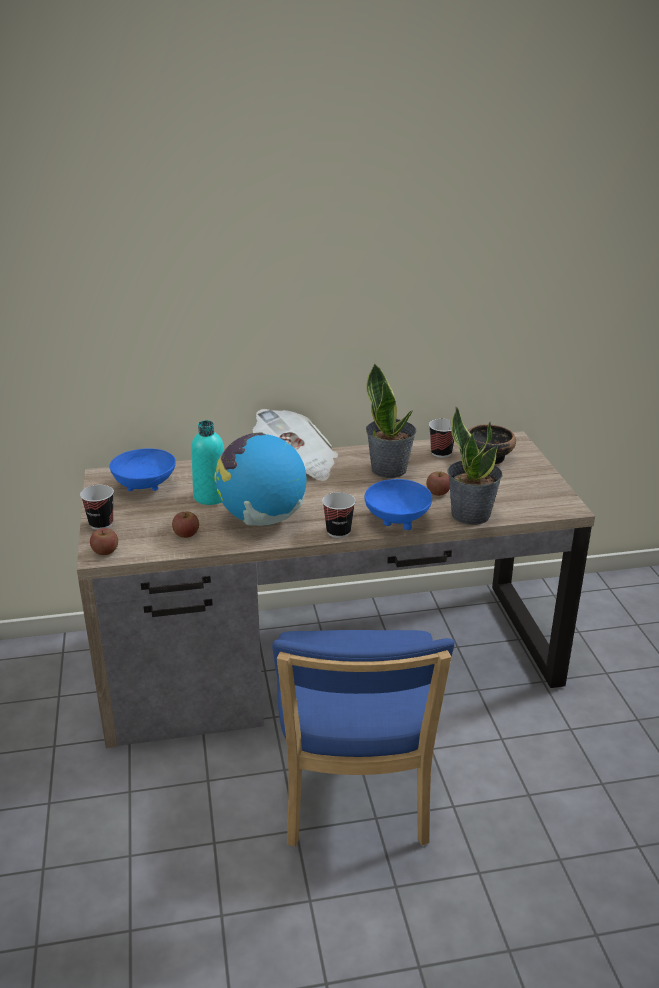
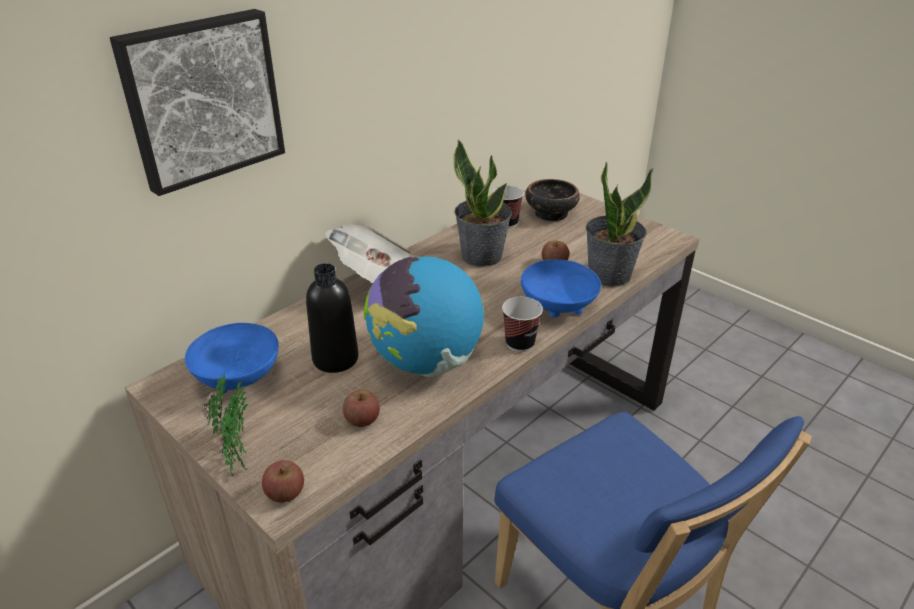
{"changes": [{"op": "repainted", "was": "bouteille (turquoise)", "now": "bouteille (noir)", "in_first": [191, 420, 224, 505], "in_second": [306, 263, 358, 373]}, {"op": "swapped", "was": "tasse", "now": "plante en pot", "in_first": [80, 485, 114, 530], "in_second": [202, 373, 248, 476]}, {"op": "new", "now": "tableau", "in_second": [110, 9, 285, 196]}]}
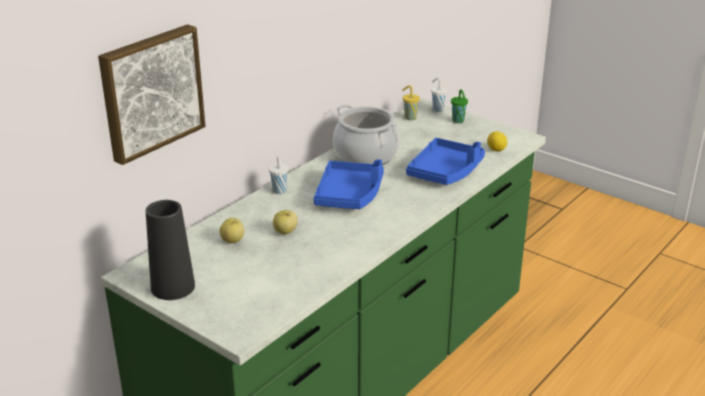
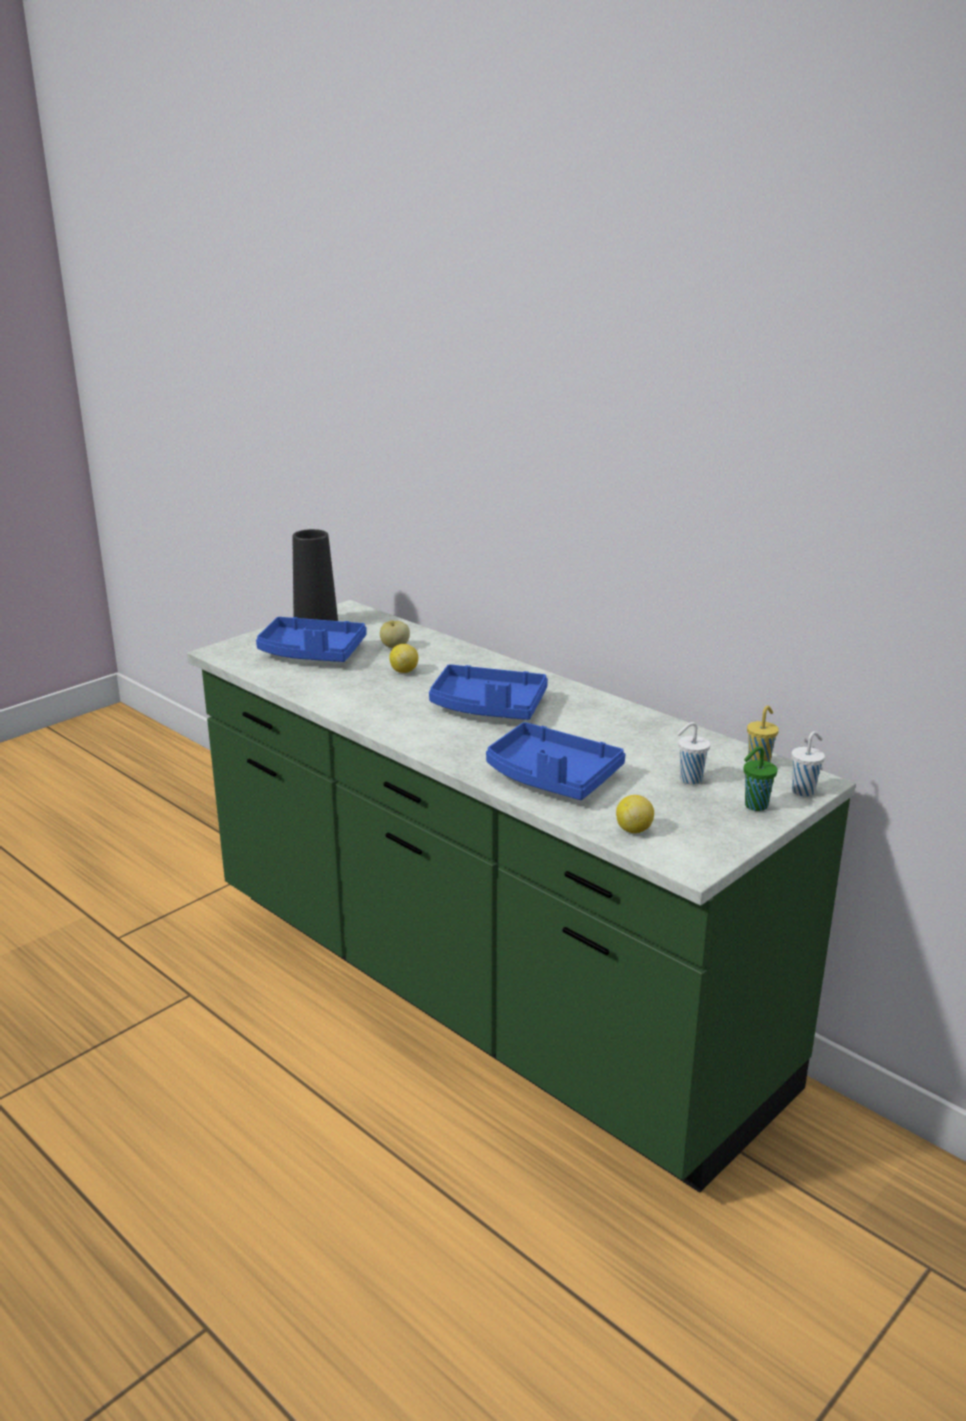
{"changes": [{"op": "gone", "was": "tableau", "in_first": [98, 24, 206, 165]}, {"op": "gone", "was": "marmite", "in_first": [333, 105, 400, 165]}, {"op": "shifted", "was": "tasse (blanc)", "in_first": [269, 156, 288, 194], "in_second": [677, 722, 710, 784]}, {"op": "swapped", "was": "pomme", "now": "citron", "in_first": [273, 210, 298, 234], "in_second": [389, 644, 418, 673]}, {"op": "new", "now": "plateau (bleu)", "in_second": [256, 617, 367, 662]}]}
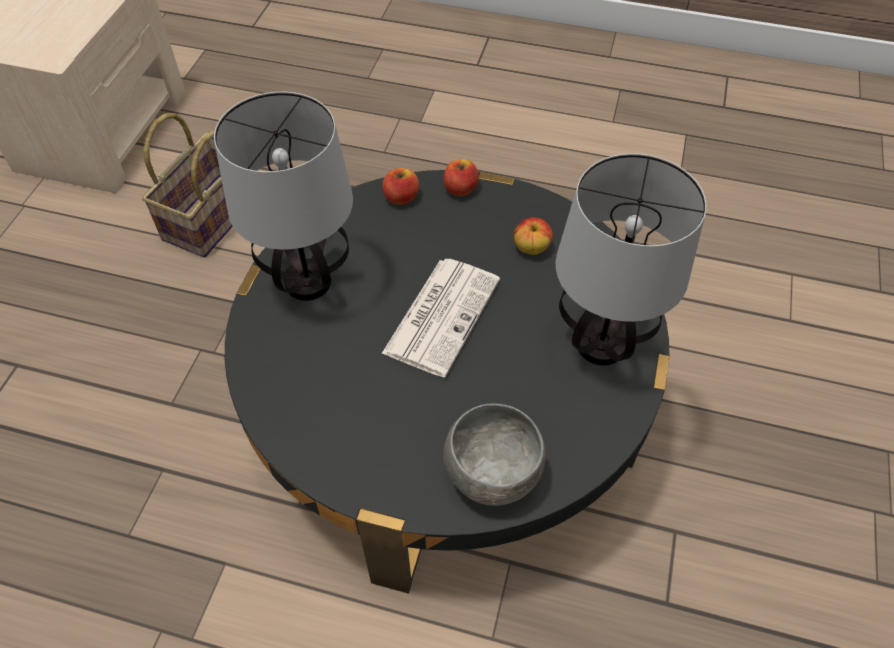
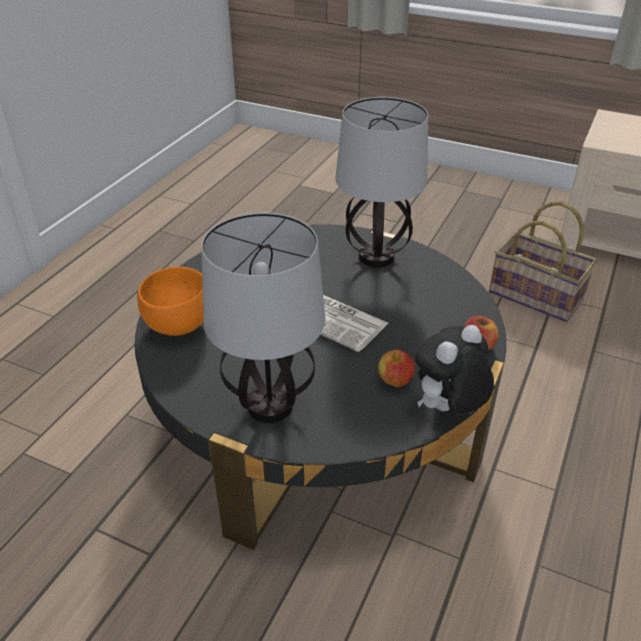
{"changes": [{"op": "gone", "was": "pomme", "in_first": [382, 168, 419, 205]}, {"op": "repainted", "was": "bol (gris)", "now": "bol (orange)", "in_first": [443, 403, 546, 506], "in_second": [137, 267, 204, 336]}, {"op": "new", "now": "peluche", "in_second": [415, 325, 494, 415]}]}
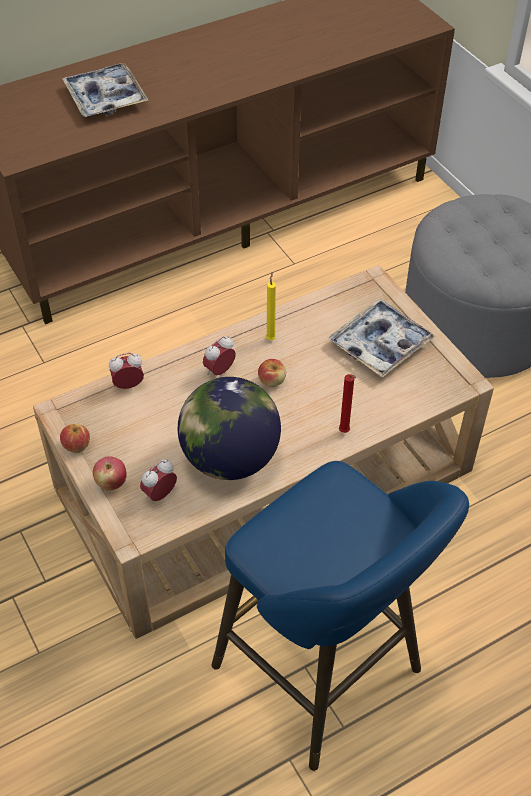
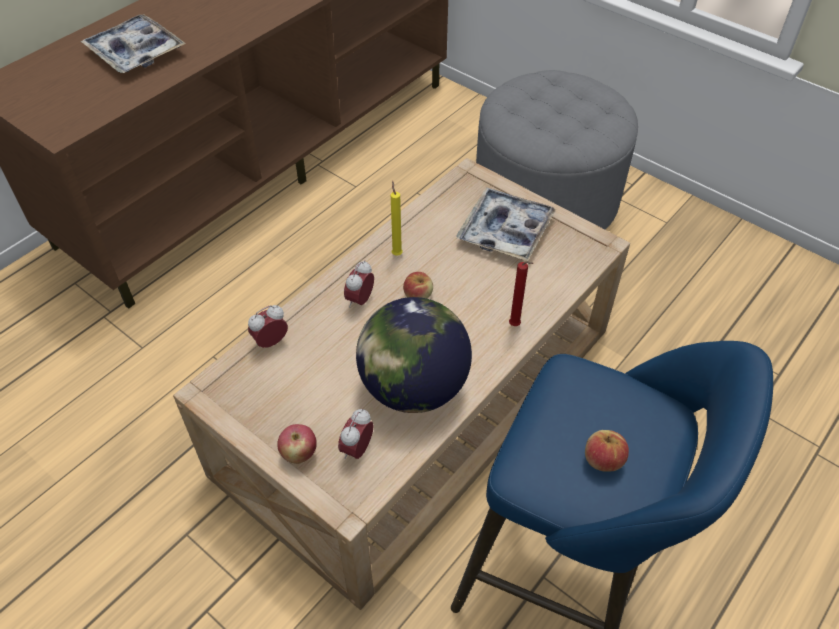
{"changes": [{"op": "shifted", "was": "pomme", "in_first": [60, 423, 90, 453], "in_second": [585, 430, 629, 472]}]}
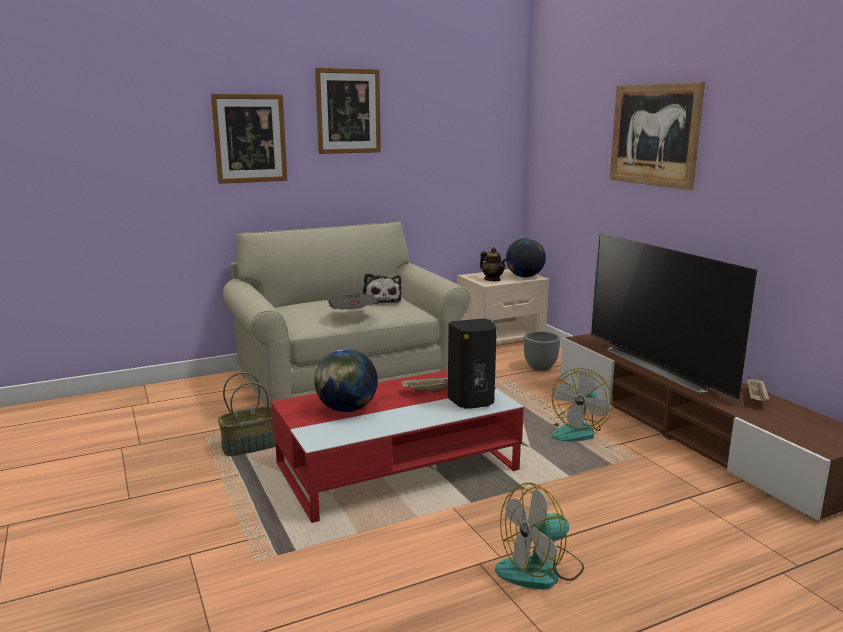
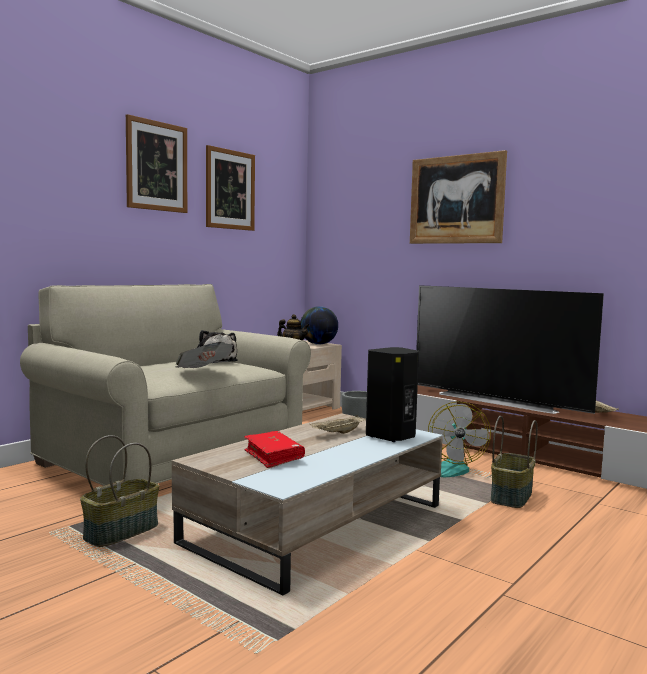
{"changes": [{"op": "shifted", "was": "tableau", "in_first": [211, 94, 287, 184], "in_second": [206, 145, 255, 231]}, {"op": "swapped", "was": "globe", "now": "livre (rouge)", "in_first": [314, 349, 378, 412], "in_second": [244, 431, 305, 468]}, {"op": "repainted", "was": "table basse (rouge)", "now": "table basse (beige)", "in_first": [271, 370, 524, 523], "in_second": [172, 414, 443, 595]}, {"op": "gone", "was": "ventilateur", "in_first": [495, 483, 584, 590]}, {"op": "new", "now": "panier", "in_second": [491, 416, 538, 508]}]}
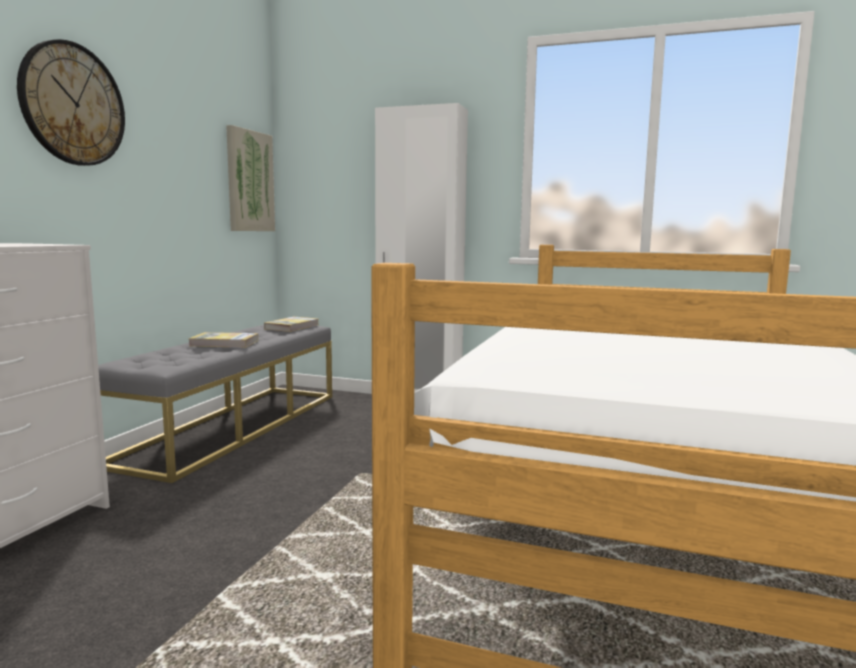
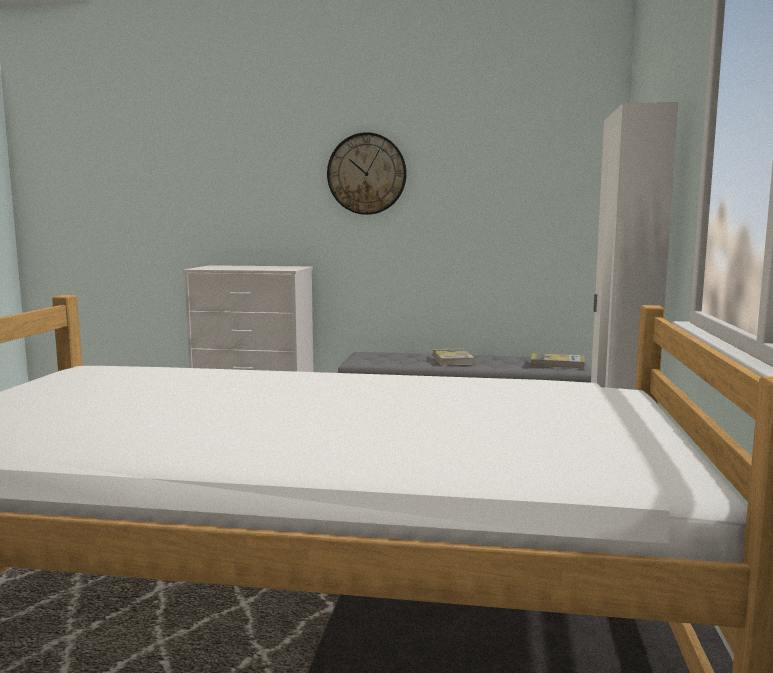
{"changes": [{"op": "gone", "was": "tableau", "in_first": [226, 125, 275, 231]}]}
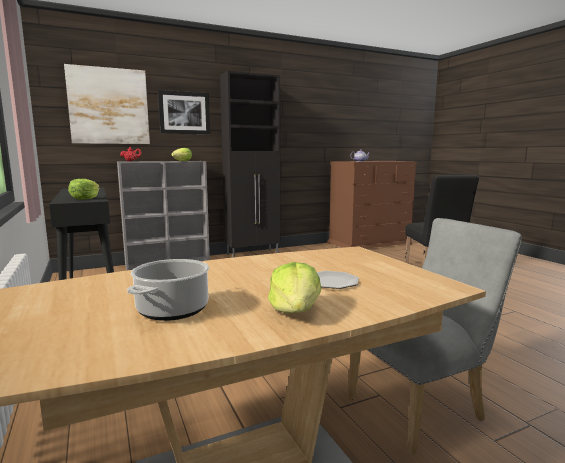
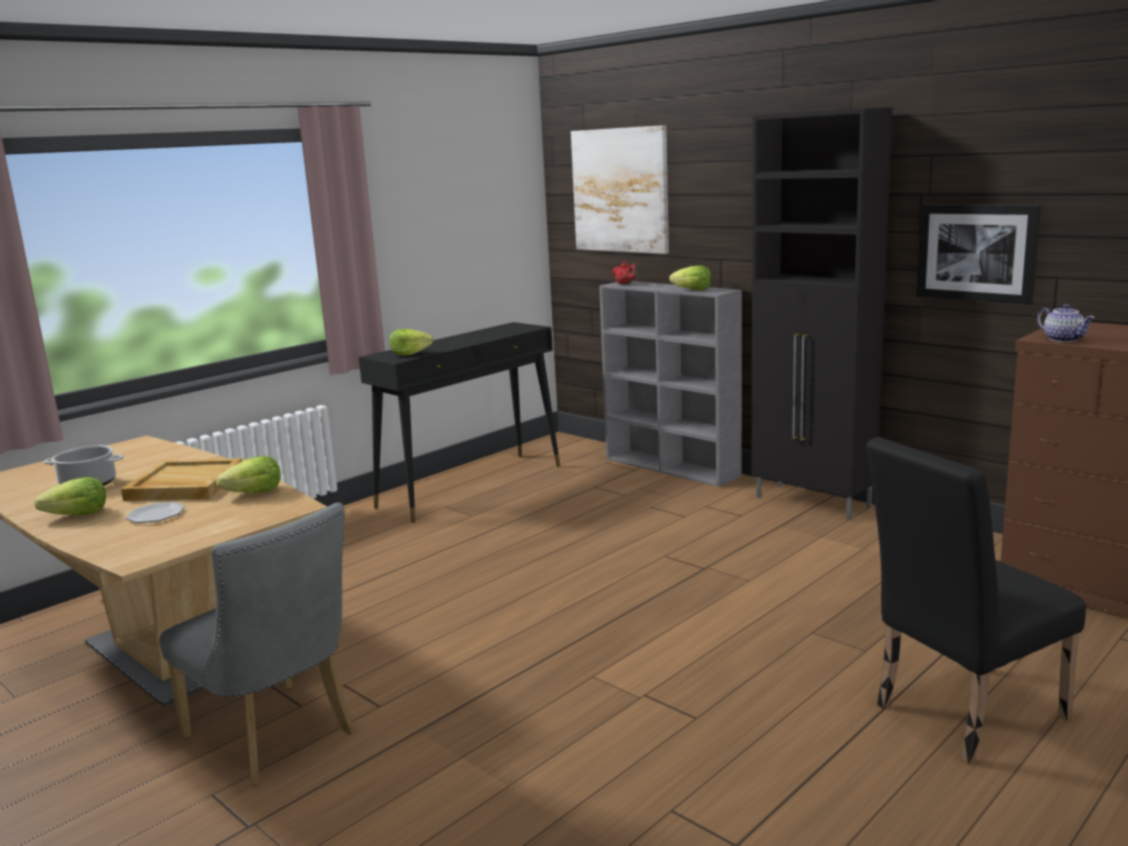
{"changes": [{"op": "shifted", "was": "tableau", "in_first": [158, 90, 210, 135], "in_second": [916, 204, 1041, 305]}, {"op": "new", "now": "laitue", "in_second": [216, 456, 281, 493]}, {"op": "new", "now": "plateau (beige)", "in_second": [121, 458, 243, 501]}]}
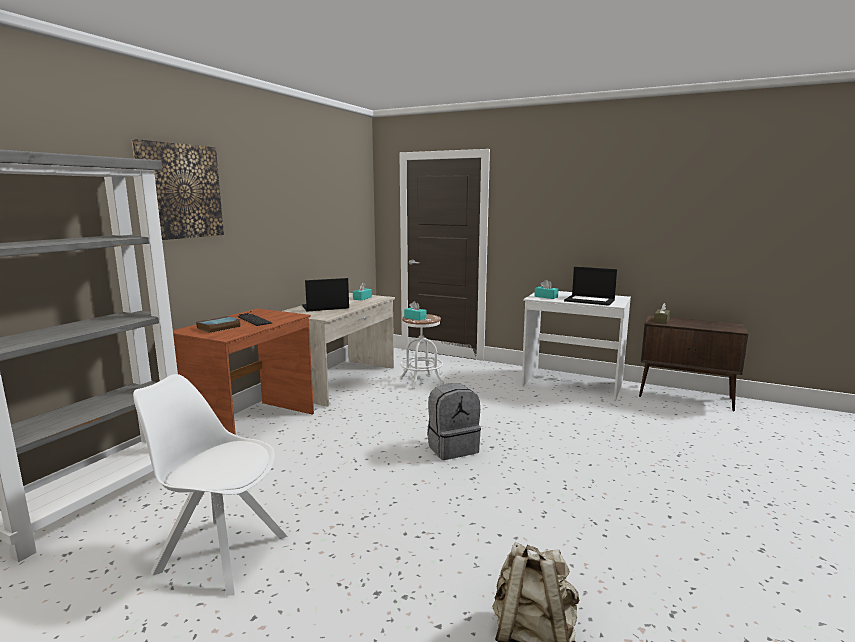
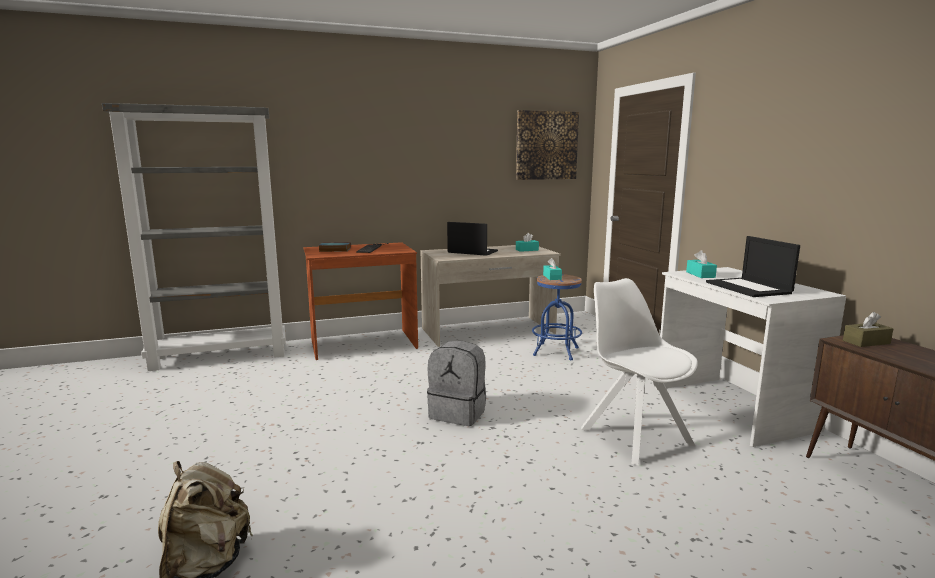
{"changes": [{"op": "shifted", "was": "tableau", "in_first": [132, 139, 224, 240], "in_second": [516, 110, 579, 180]}, {"op": "repainted", "was": "tabouret (blanc)", "now": "tabouret (bleu)", "in_first": [400, 314, 444, 389], "in_second": [532, 274, 582, 360]}, {"op": "shifted", "was": "chaise (blanc)", "in_first": [133, 374, 288, 596], "in_second": [581, 278, 698, 465]}]}
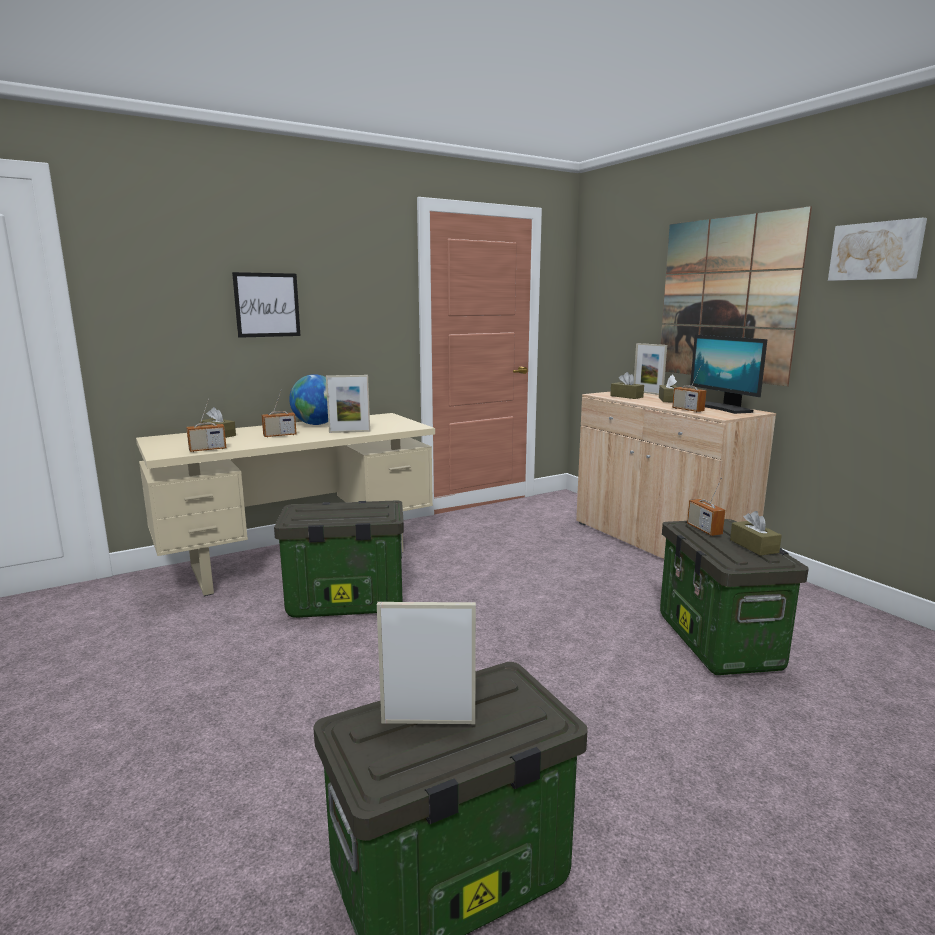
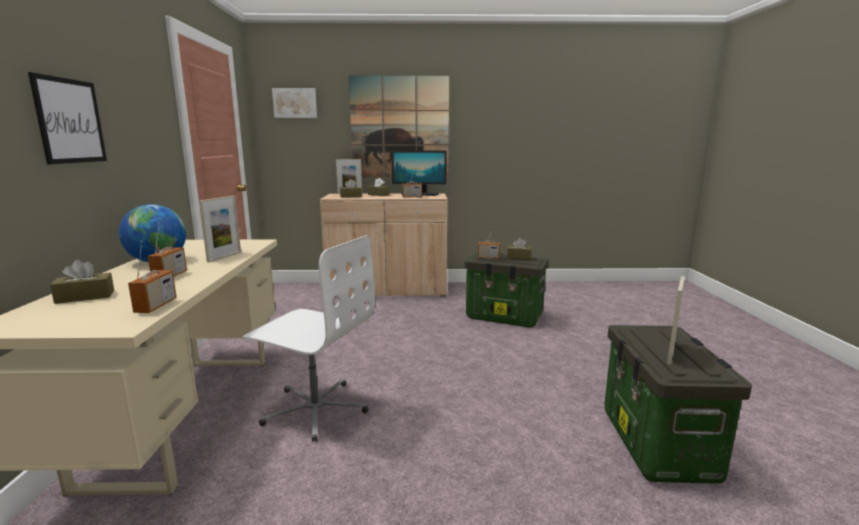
{"changes": [{"op": "shifted", "was": "tableau", "in_first": [828, 218, 927, 281], "in_second": [272, 88, 317, 118]}, {"op": "swapped", "was": "boîte de rangement", "now": "chaise de bureau (blanc)", "in_first": [274, 500, 404, 618], "in_second": [242, 235, 375, 442]}]}
